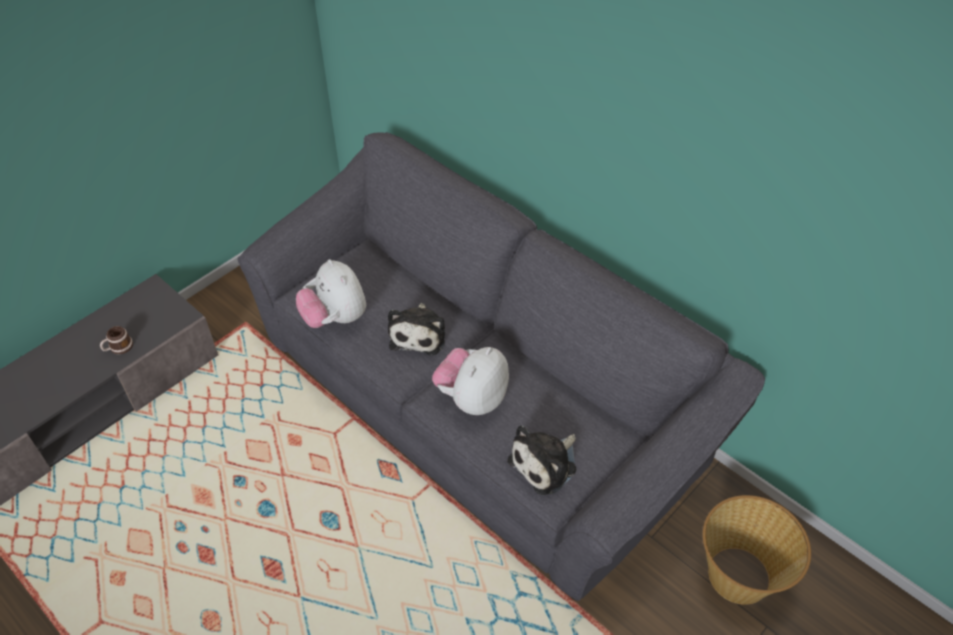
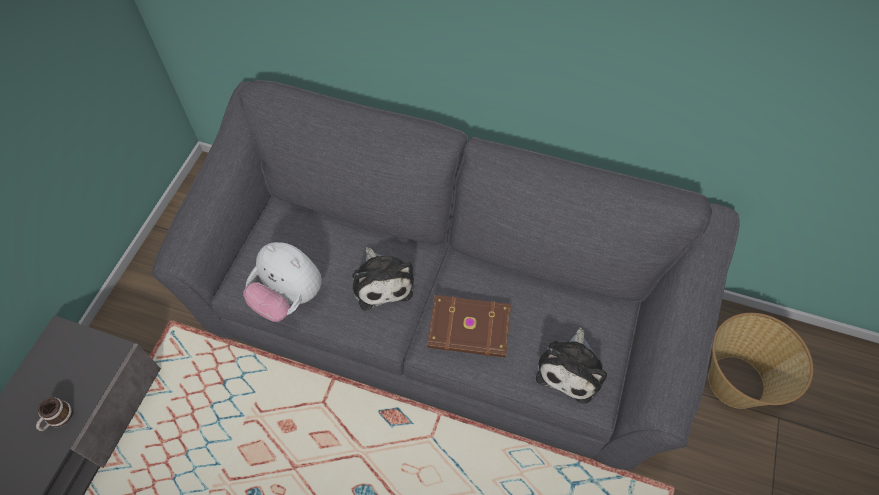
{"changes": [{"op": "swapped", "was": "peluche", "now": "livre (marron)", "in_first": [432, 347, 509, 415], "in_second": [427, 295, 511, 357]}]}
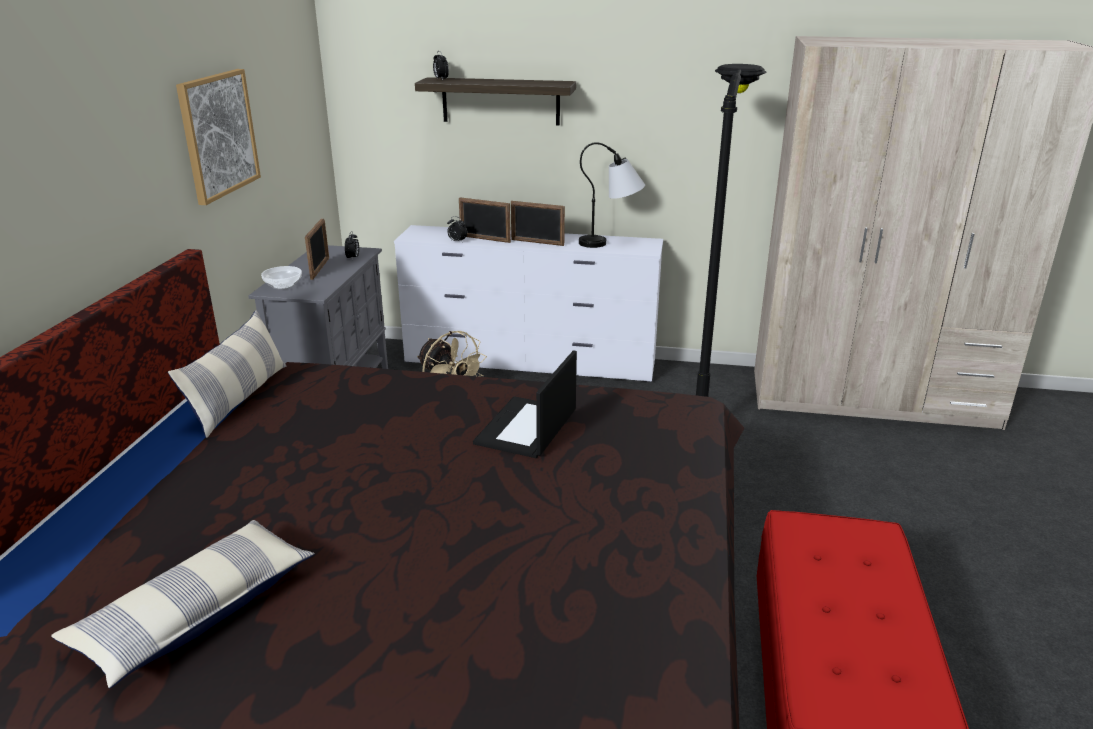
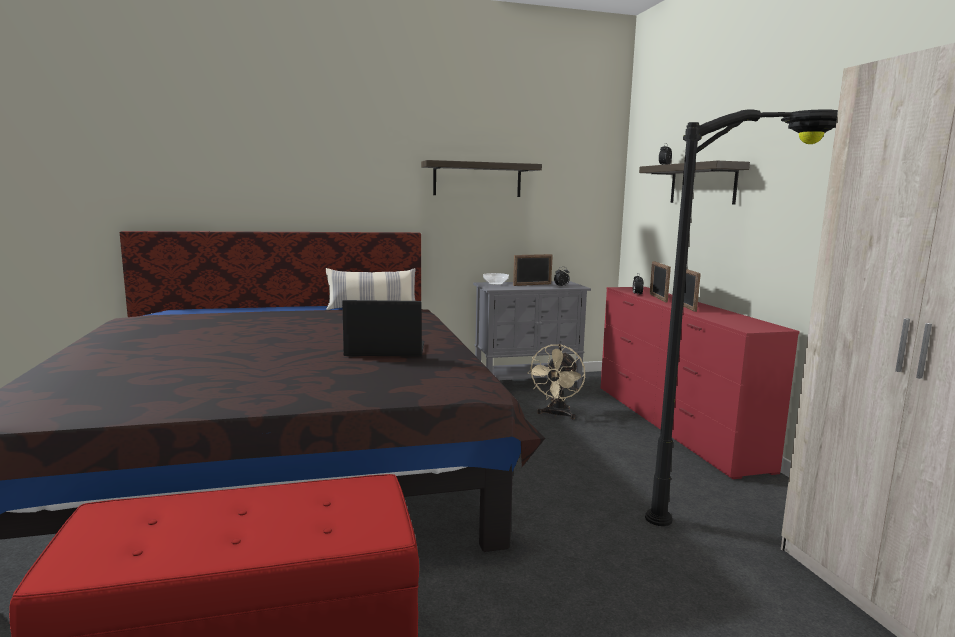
{"changes": [{"op": "swapped", "was": "tableau", "now": "étagère", "in_first": [176, 69, 261, 205], "in_second": [421, 160, 542, 197]}, {"op": "gone", "was": "lampe de table", "in_first": [579, 142, 645, 248]}, {"op": "repainted", "was": "commode (blanc)", "now": "commode (rouge)", "in_first": [394, 225, 663, 382], "in_second": [601, 287, 799, 479]}, {"op": "gone", "was": "coussin", "in_first": [51, 520, 314, 688]}]}
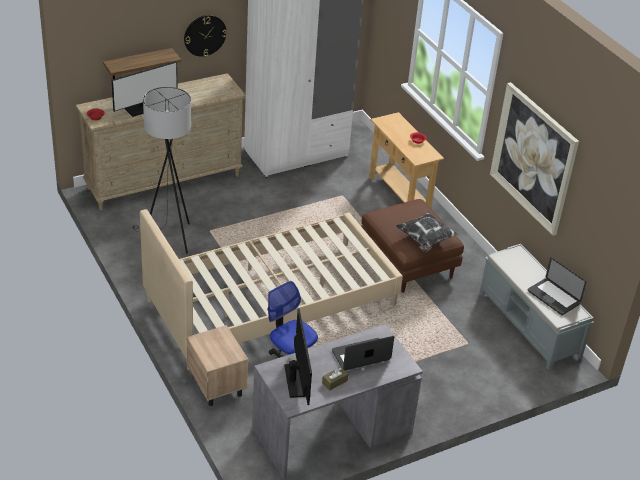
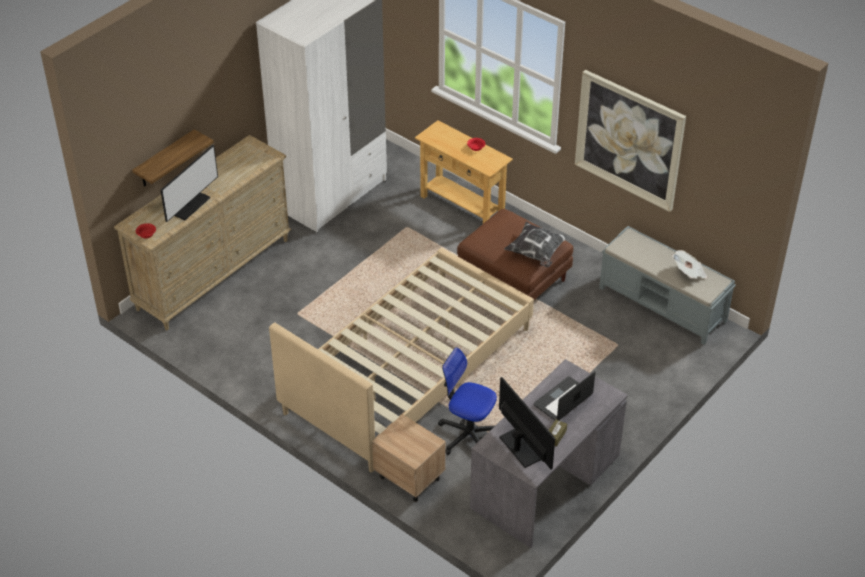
{"changes": [{"op": "gone", "was": "horloge murale", "in_first": [184, 15, 227, 57]}, {"op": "gone", "was": "lampadaire (gris)", "in_first": [132, 87, 191, 254]}, {"op": "swapped", "was": "ordinateur portable", "now": "journal", "in_first": [528, 257, 587, 315], "in_second": [672, 250, 708, 279]}]}
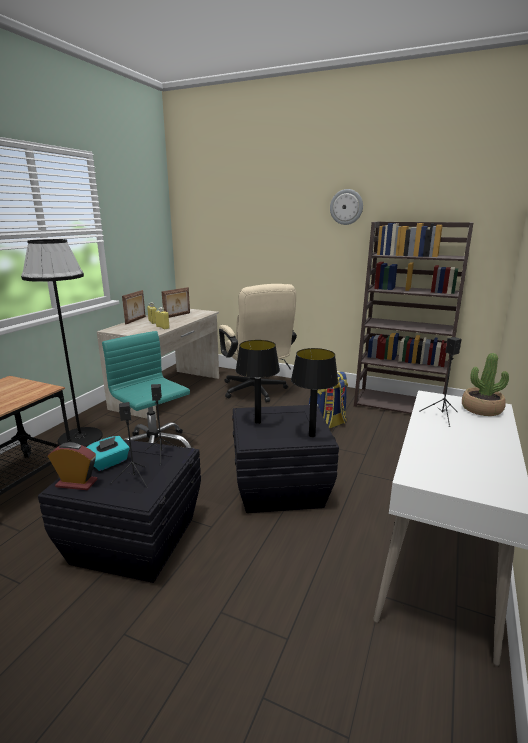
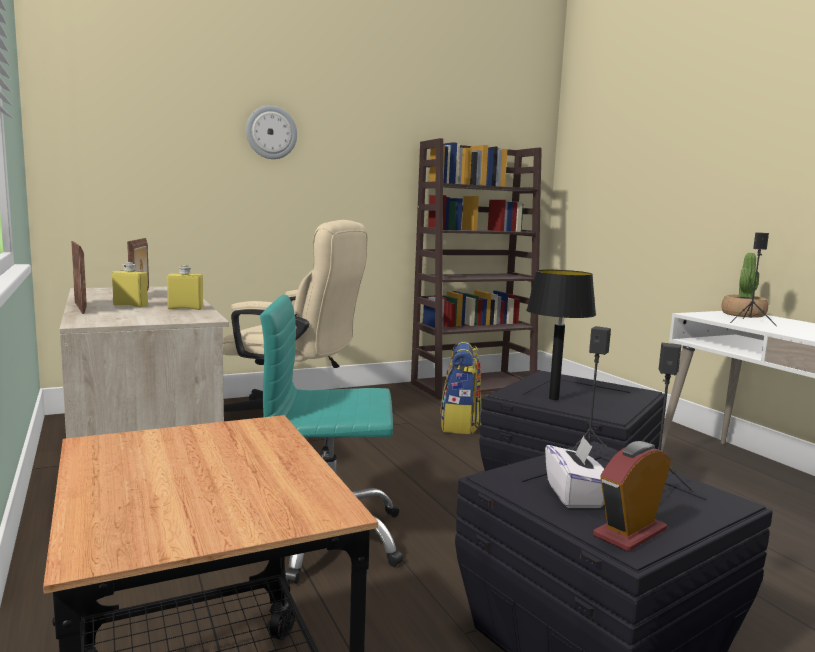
{"changes": [{"op": "shifted", "was": "horloge murale", "in_first": [330, 189, 363, 225], "in_second": [246, 105, 297, 159]}, {"op": "gone", "was": "lampadaire (noir)", "in_first": [21, 239, 103, 447]}, {"op": "gone", "was": "lampe de table (noir)", "in_first": [291, 348, 338, 437]}, {"op": "repainted", "was": "boîte à mouchoirs (turquoise)", "now": "boîte à mouchoirs (blanc)", "in_first": [87, 436, 130, 471], "in_second": [545, 436, 604, 508]}]}
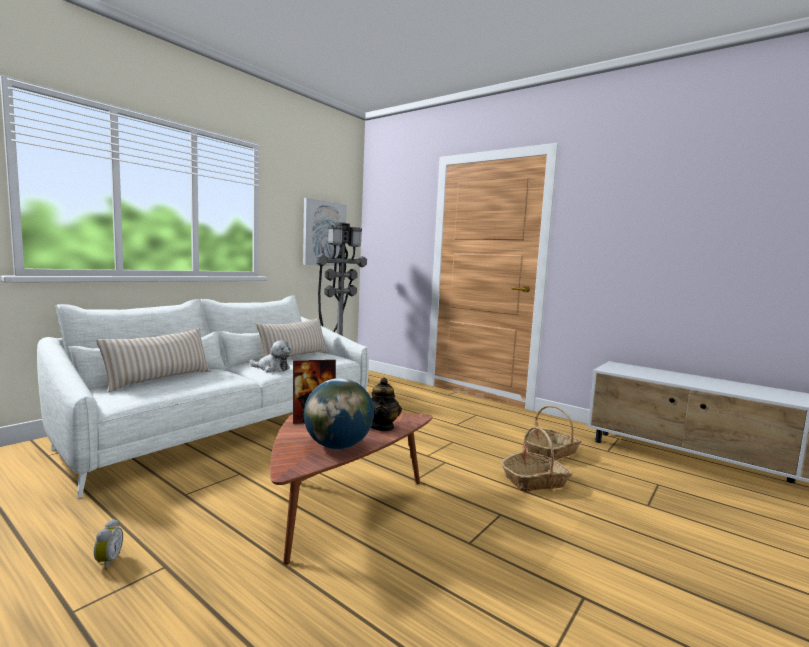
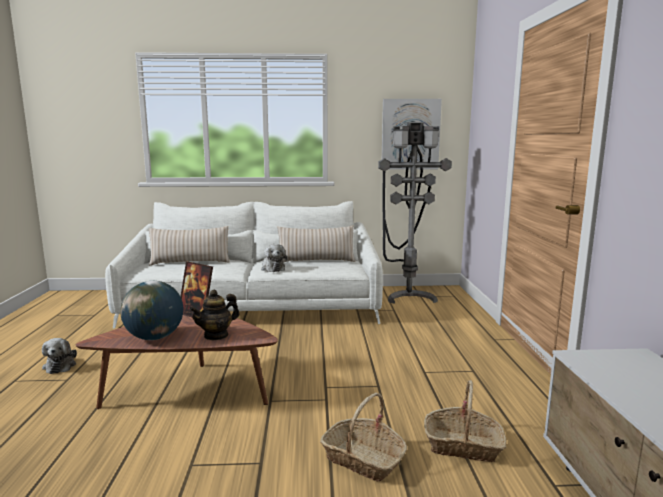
{"changes": [{"op": "swapped", "was": "réveil", "now": "peluche", "in_first": [94, 519, 123, 570], "in_second": [42, 338, 77, 374]}]}
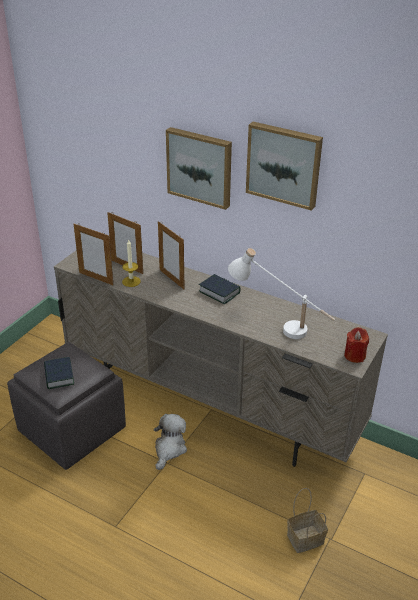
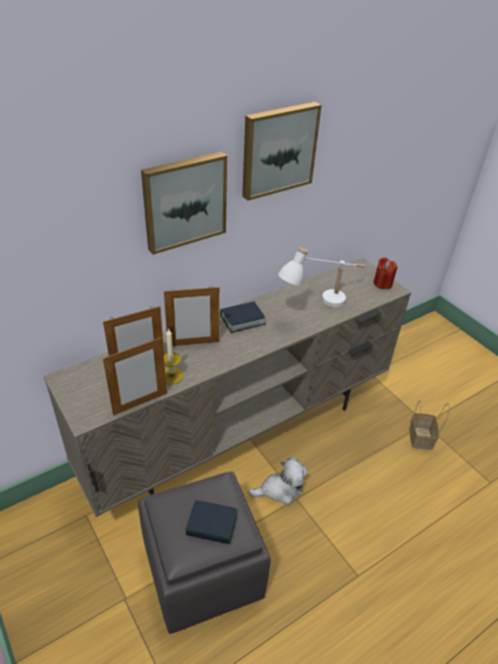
{"changes": [{"op": "rotated", "was": "peluche", "in_first": [154, 414, 187, 470], "in_second": [248, 457, 308, 505], "clockwise": 120}]}
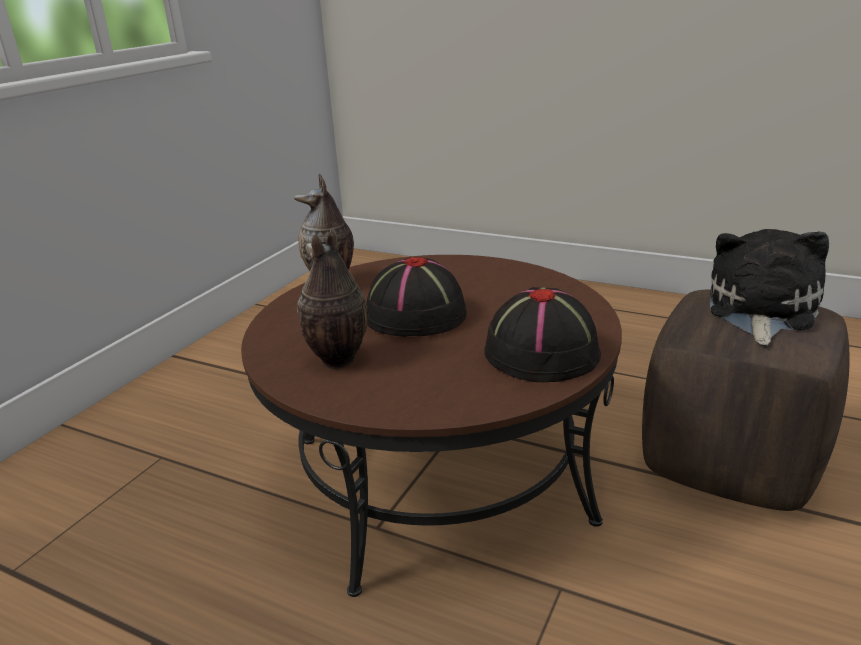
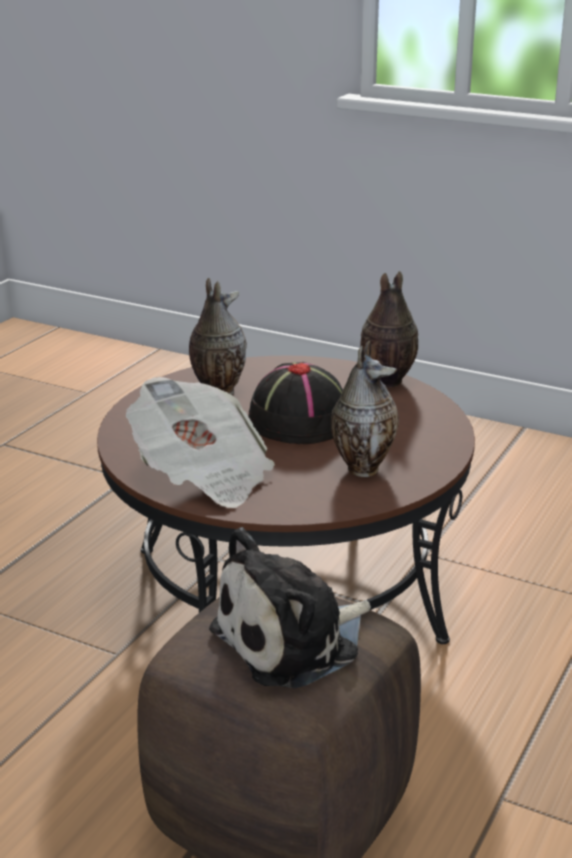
{"changes": [{"op": "rotated", "was": "peluche", "in_first": [709, 229, 829, 346], "in_second": [209, 527, 371, 688], "clockwise": 120}, {"op": "swapped", "was": "chapeau (noir)", "now": "journal", "in_first": [484, 287, 601, 382], "in_second": [126, 377, 275, 508]}, {"op": "new", "now": "vase", "in_second": [331, 340, 399, 477]}]}
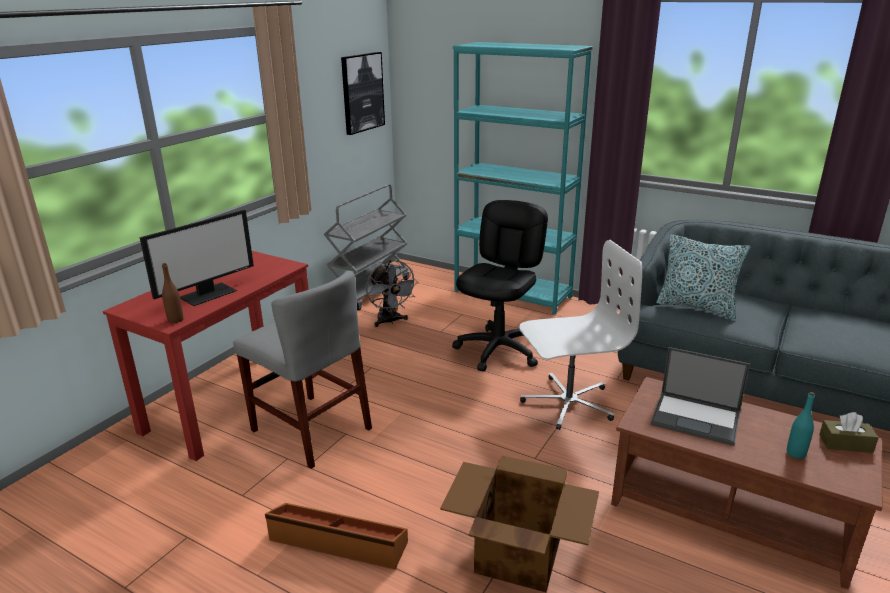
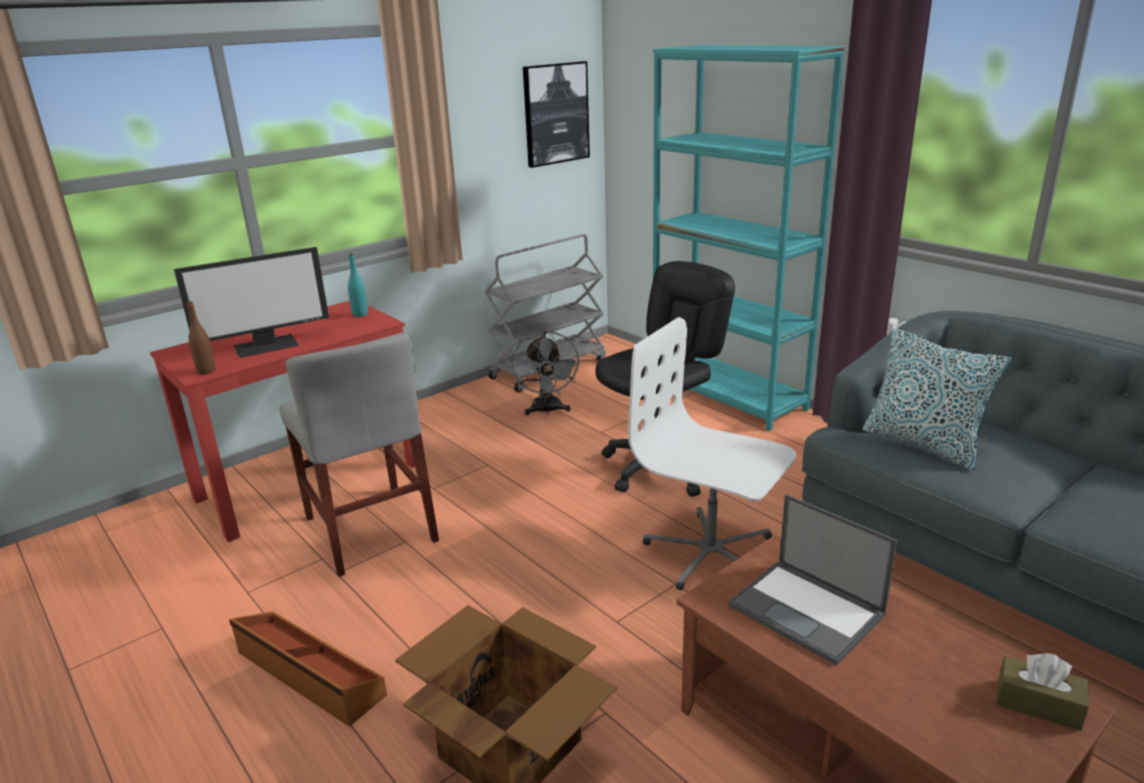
{"changes": [{"op": "rotated", "was": "chaise de bureau (blanc)", "in_first": [519, 240, 642, 430], "in_second": [628, 317, 797, 590], "clockwise": -150}, {"op": "shifted", "was": "bouteille (turquoise)", "in_first": [787, 392, 815, 459], "in_second": [348, 253, 368, 317]}]}
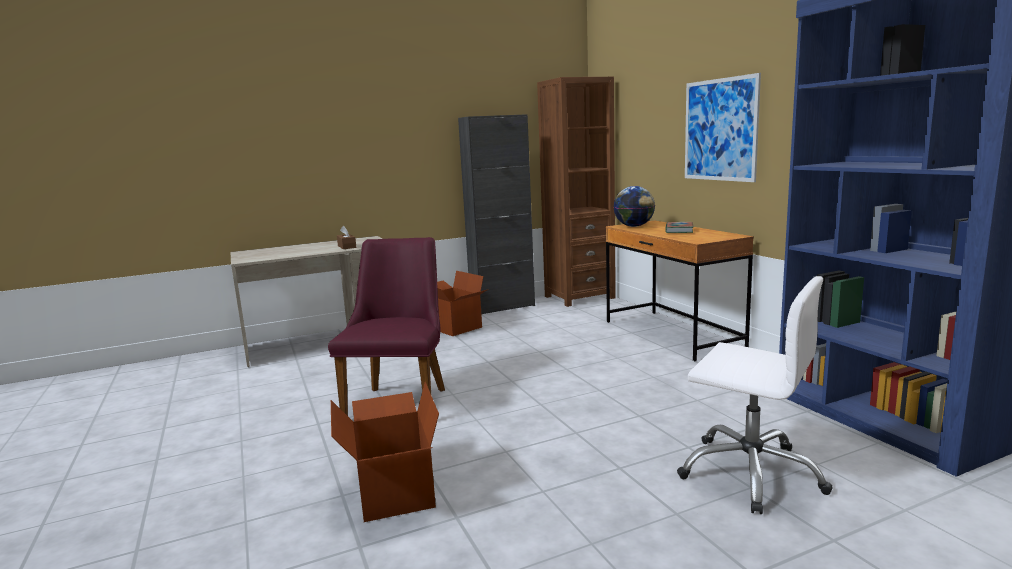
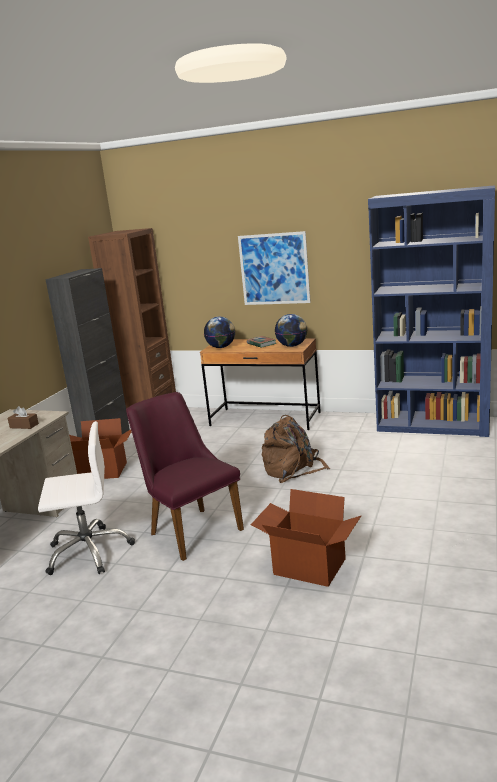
{"changes": [{"op": "shifted", "was": "chaise de bureau (blanc)", "in_first": [677, 276, 833, 514], "in_second": [38, 421, 135, 575]}, {"op": "new", "now": "globe", "in_second": [275, 314, 307, 347]}, {"op": "new", "now": "sac à dos (marron)", "in_second": [262, 415, 330, 483]}]}
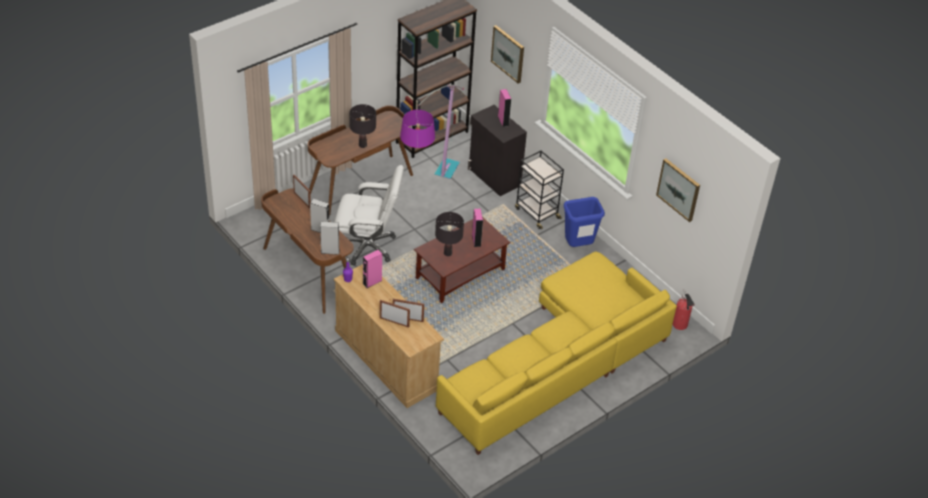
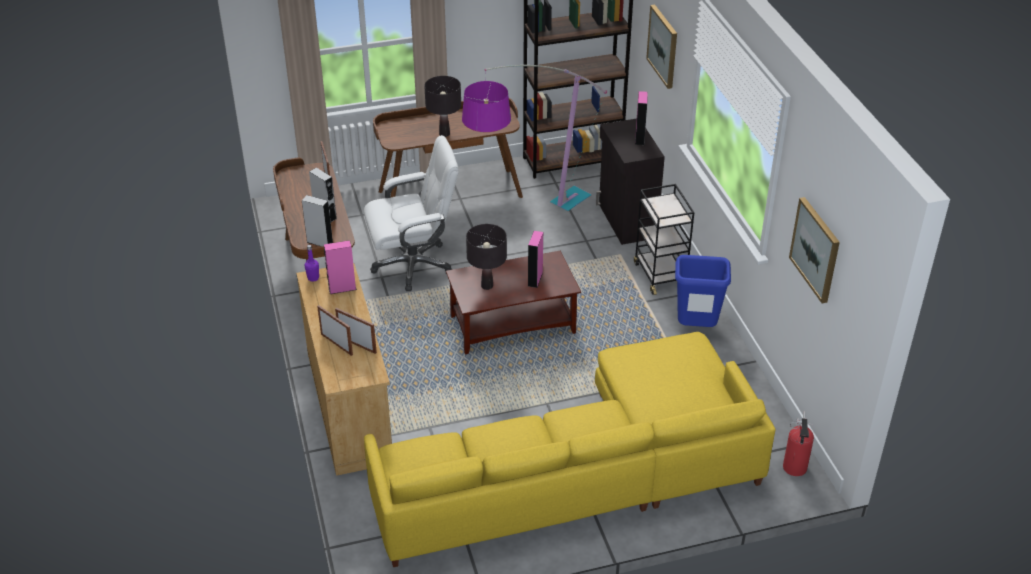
{"changes": [{"op": "rotated", "was": "chaise de bureau (blanc)", "in_first": [335, 165, 404, 266], "in_second": [364, 135, 459, 291], "clockwise": -45}]}
